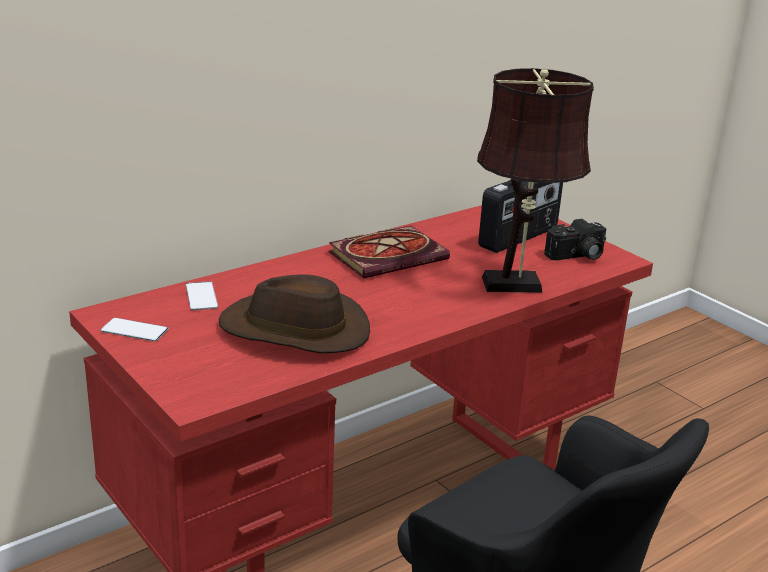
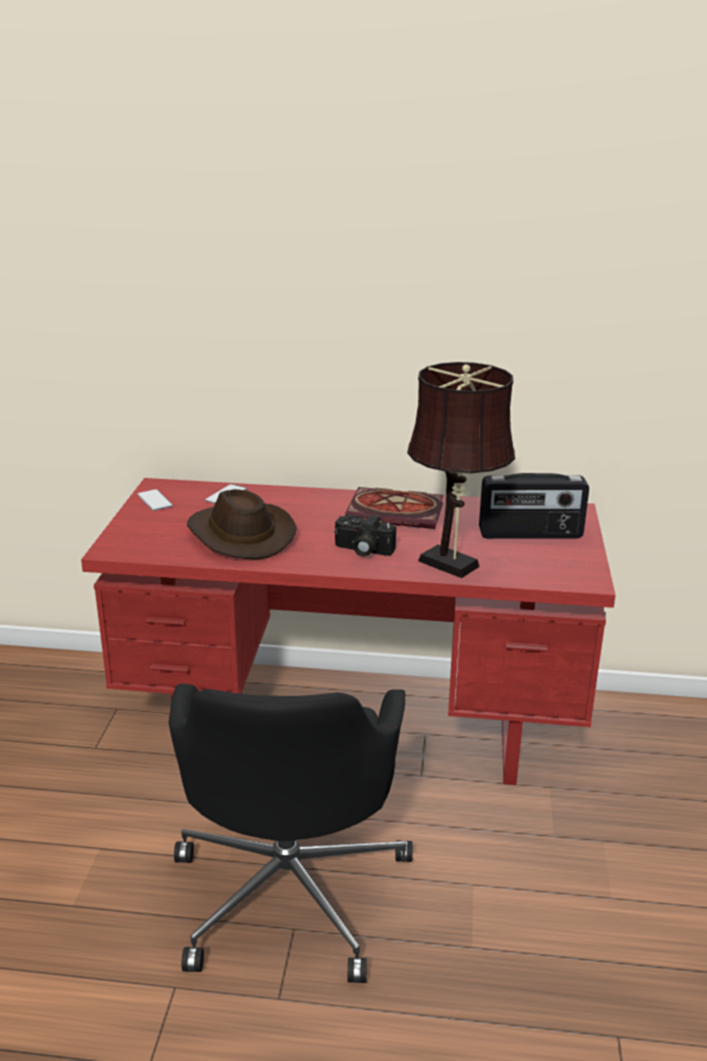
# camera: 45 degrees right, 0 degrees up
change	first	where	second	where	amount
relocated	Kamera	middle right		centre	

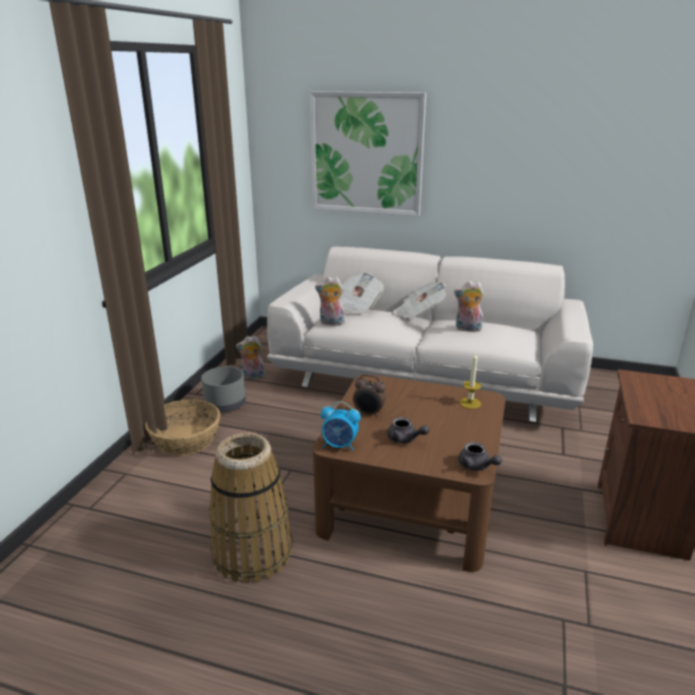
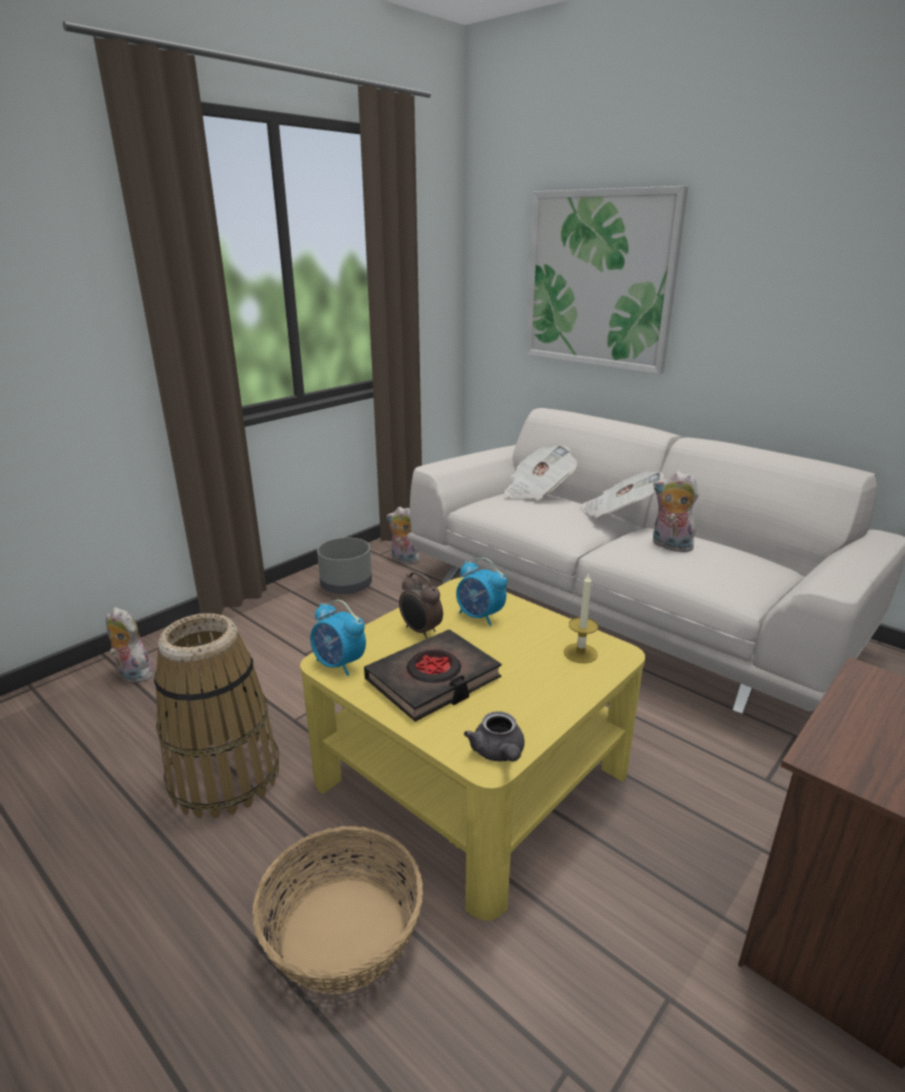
# camera: 25 degrees right, 0 degrees up
change	first	where	second	where	amount
relocated	Plüschtier (no. 2 from left in the first image)	centre	Plüschtier (no. 1 from left)	middle left	
colour	Couchtisch/braun	bottom centre	Couchtisch/gelb	bottom centre	
relocated	Korb (no. 1 from left in the first image)	middle left	Korb (no. 2 from left)	bottom centre	
exchanged	Teekanne/grau (no. 1 from left)	centre	Buch/schwarz	centre	
appeared			Wecker (no. 3 from left)	centre	

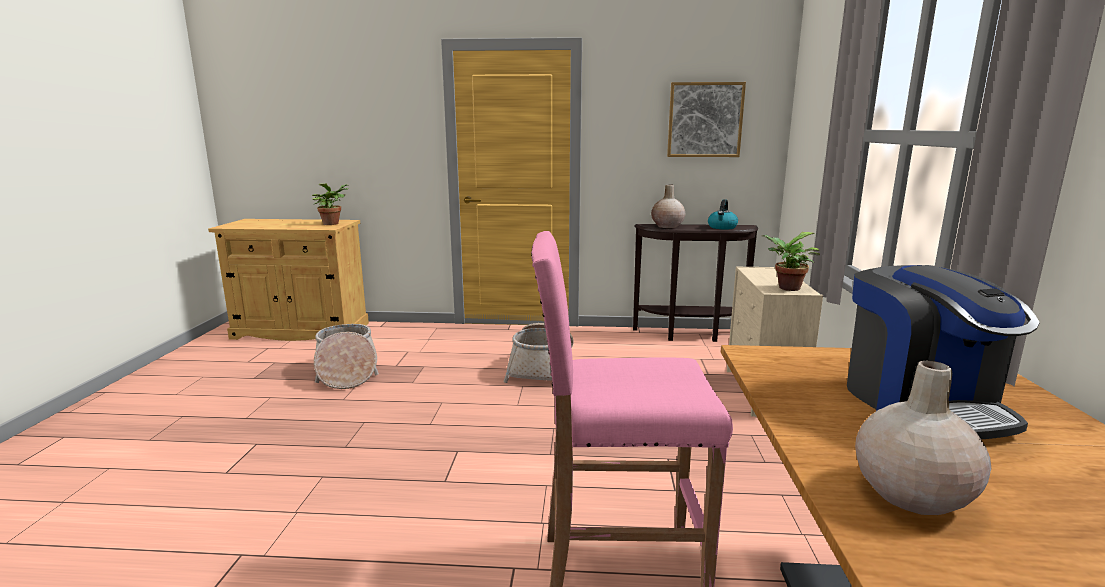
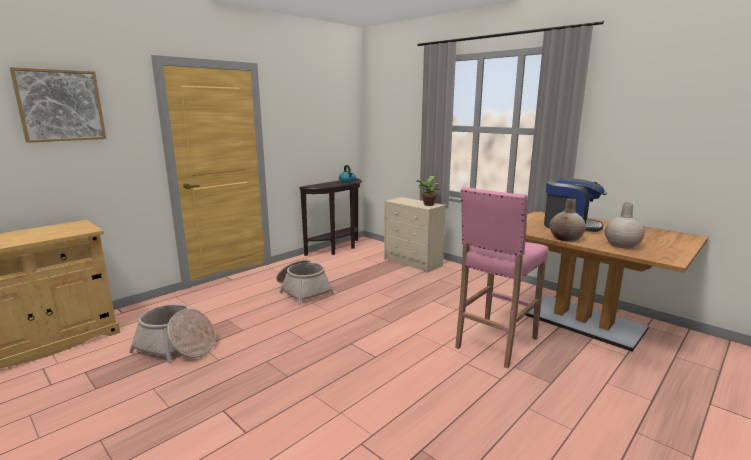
# camera: 50 degrees left, 0 degrees up
change	first	where	second	where	amount
relocated	Bild	top centre		top left	
missing	Topfpflanze (no. 1 from left)	middle left			
relocated	Vase/beige (no. 1 from left)	centre		middle right	

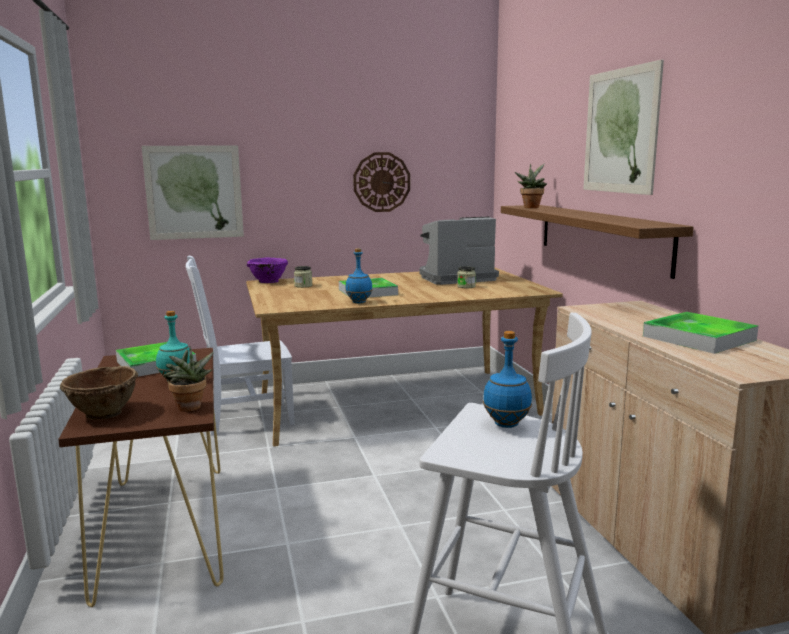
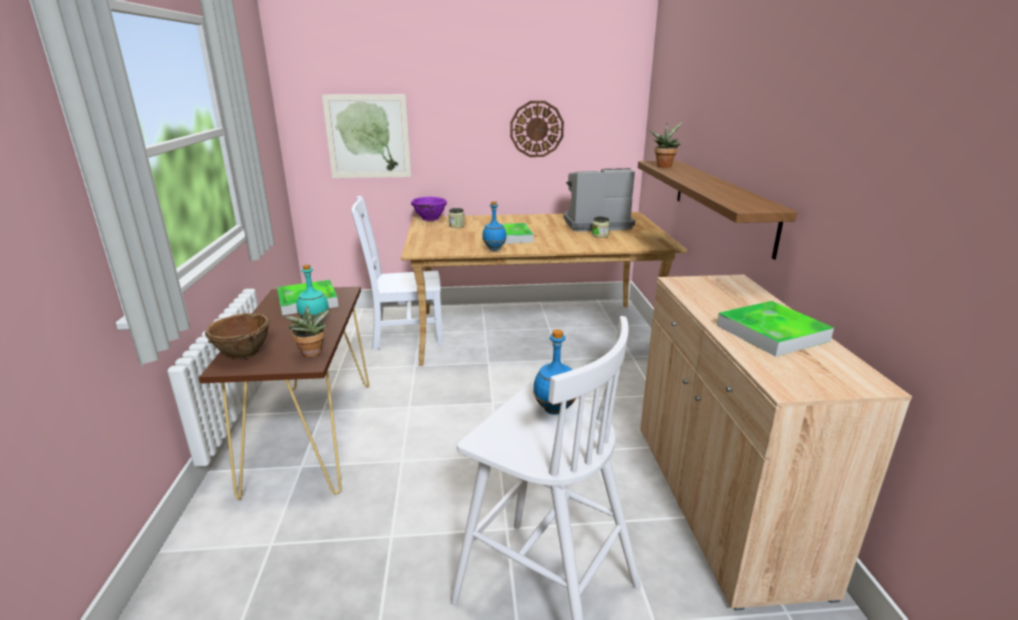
# camera: 10 degrees right, 10 degrees up
change	first	where	second	where	amount
missing	Bild (no. 2 from left)	top right			

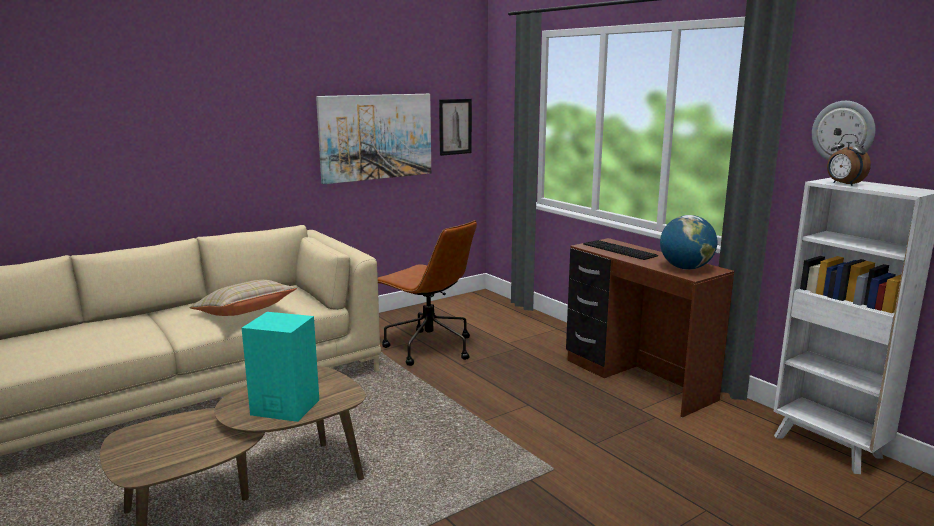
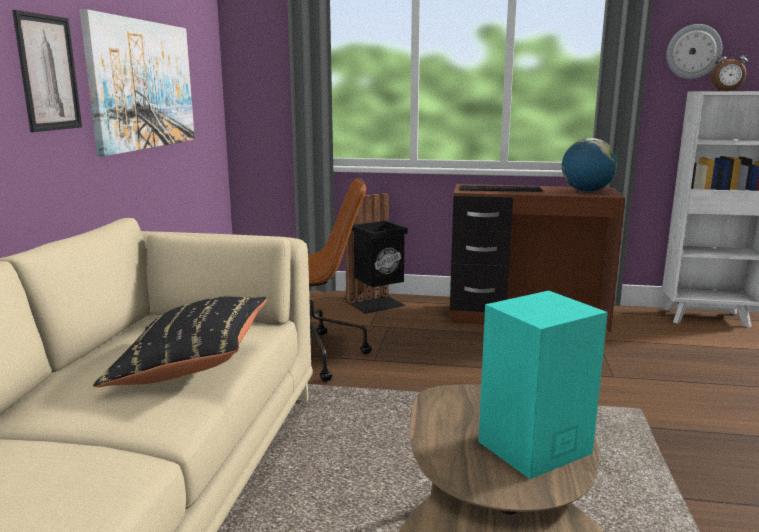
# camera: 45 degrees left, 0 degrees up
change	first	where	second	where	amount
relocated	Bild (no. 2 from left in the first image)	top centre	Bild (no. 1 from left)	top left	
colour	Kissen/beige	middle left	Kissen/schwarz	middle left	
appeared			Mülleimer/schwarz	centre	

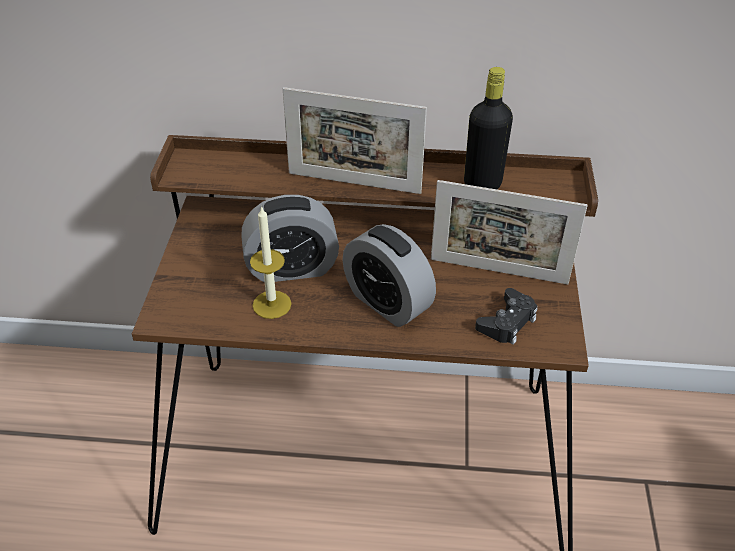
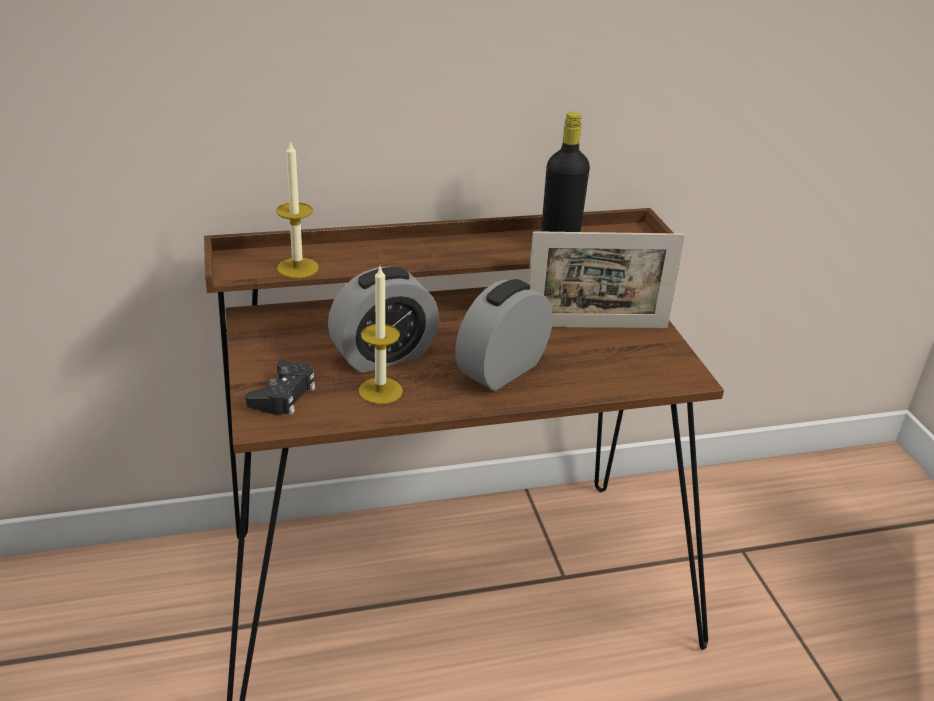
# camera: 20 degrees left, 10 degrees down
change	first	where	second	where	amount
missing	Bilderrahmen (no. 1 from left)	top centre			
spun	Wecker (no. 2 from left)	centre		centre	105 degrees clockwise
relocated	Gamepad/schwarz	middle right		middle left	
appeared			Kerze (no. 1 from left)	top left	

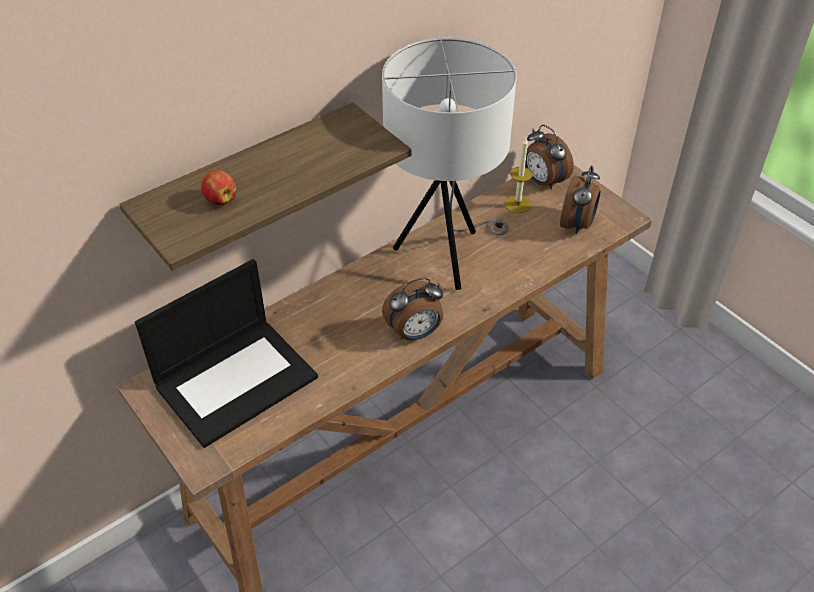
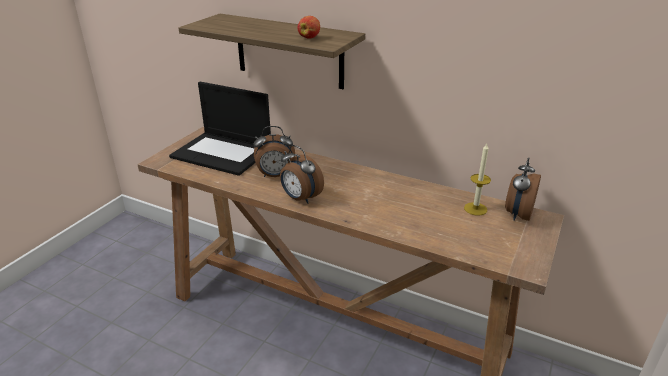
# camera: 65 degrees right, 15 degrees down
change	first	where	second	where	amount
missing	Tischlampe/weiß	top centre			
relocated	Wecker (no. 3 from left in the first image)	middle right	Wecker (no. 1 from left)	centre	
relocated	Apfel	top left		top centre	

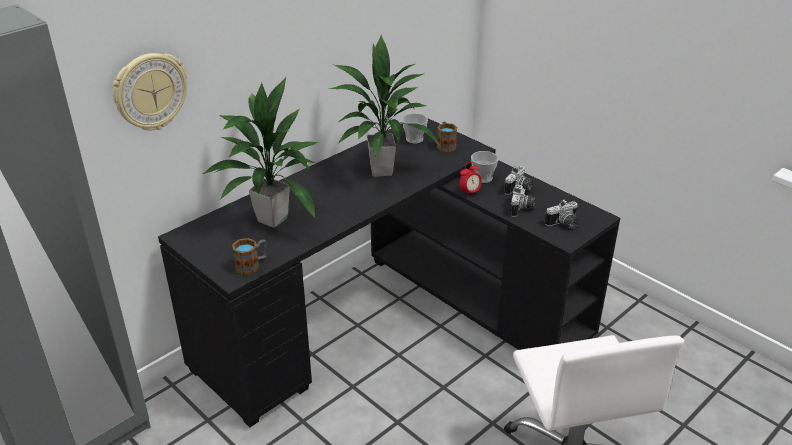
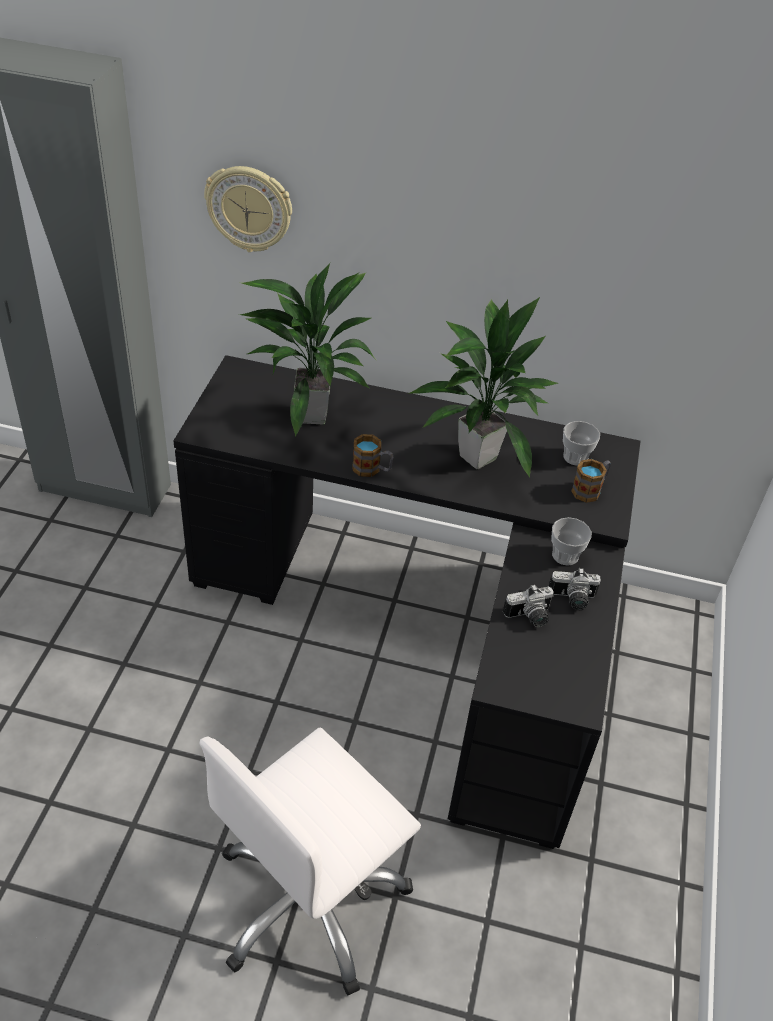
# camera: 55 degrees right, 10 degrees up
change	first	where	second	where	amount
missing	Wecker	centre			
missing	Kamera (no. 3 from left)	middle right			
relocated	Henkelbecher (no. 1 from left)	middle left		centre	

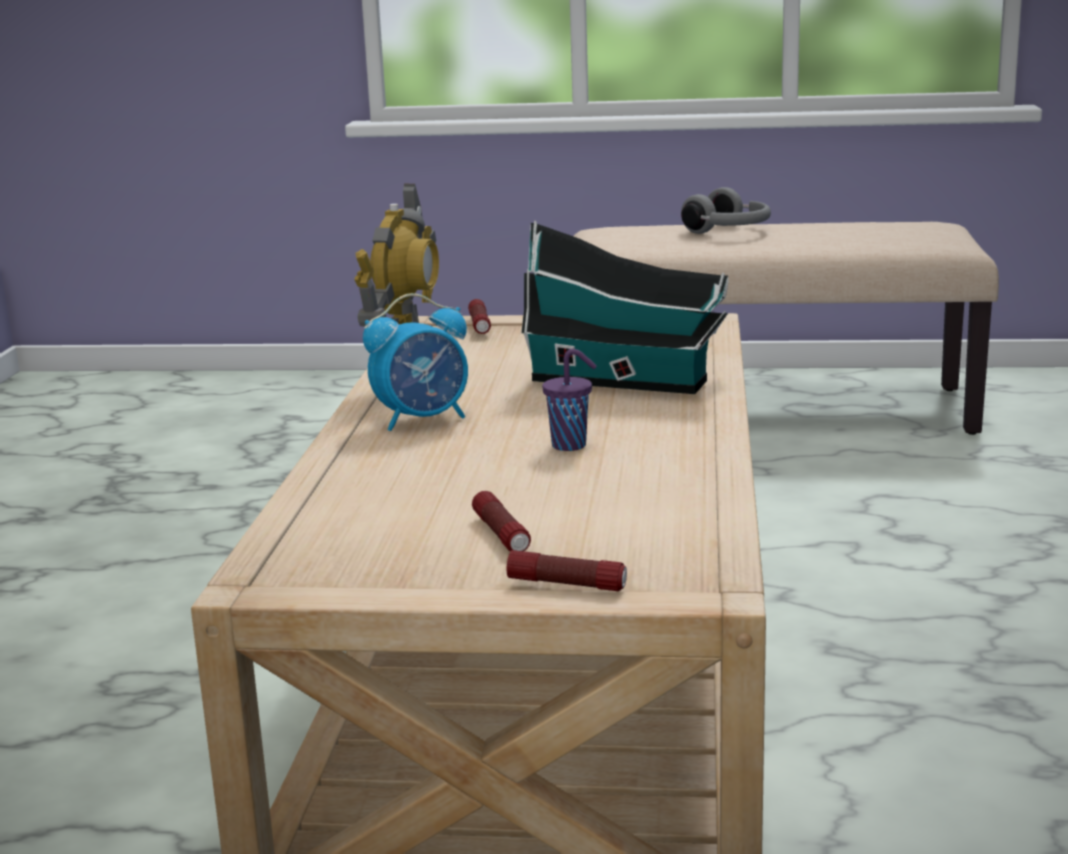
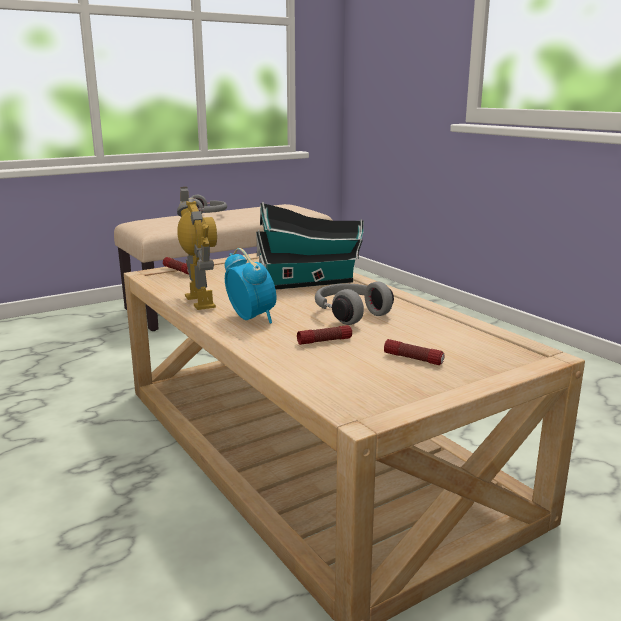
# camera: 40 degrees left, 0 degrees up
change	first	where	second	where	amount
spun	Wecker	centre		centre	60 degrees counterclockwise
exchanged	Tasse/lila	centre	Kopfhörer/grau (no. 2 from left)	centre	
relocated	Taschenlampe (no. 3 from left in the first image)	bottom centre	Taschenlampe (no. 2 from left)	centre	

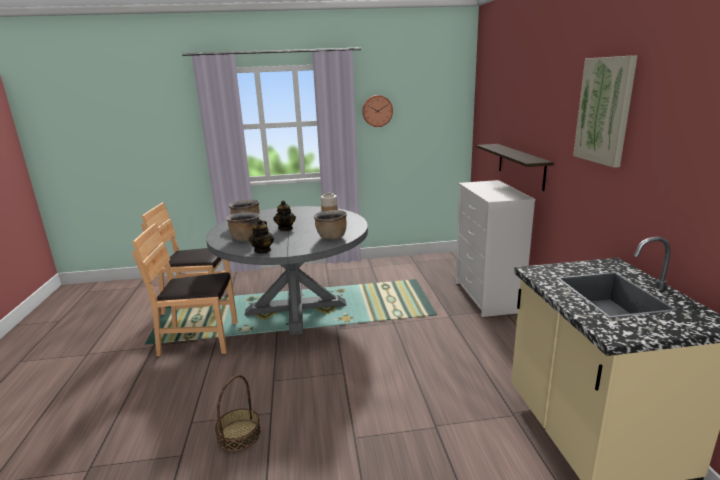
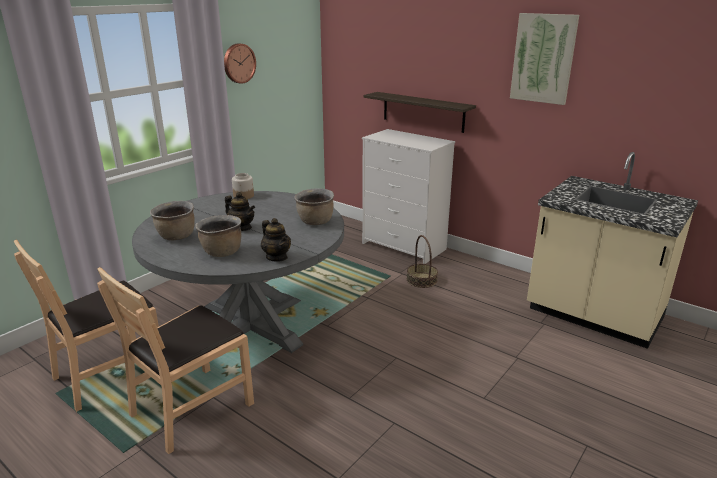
# camera: 45 degrees left, 5 degrees up
change	first	where	second	where	amount
relocated	Korb	bottom left		centre	

